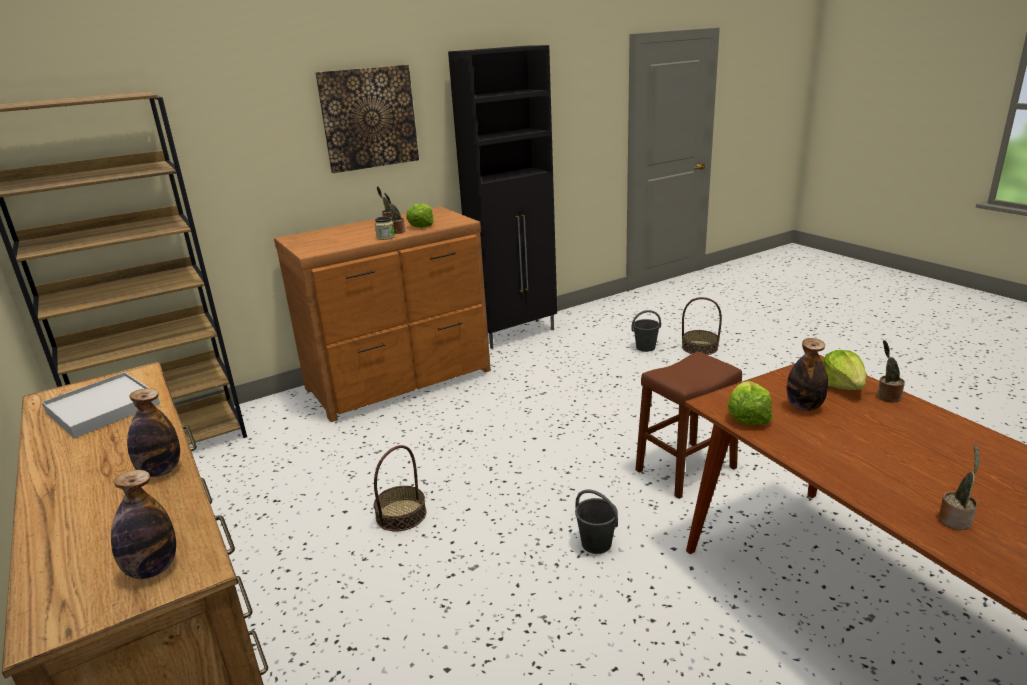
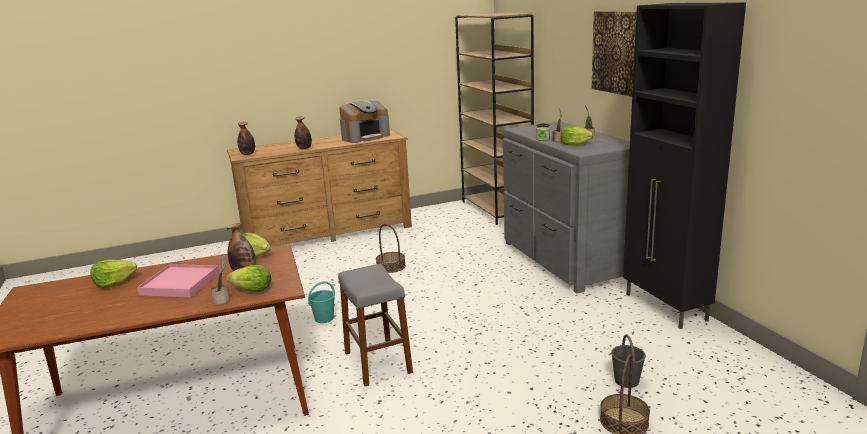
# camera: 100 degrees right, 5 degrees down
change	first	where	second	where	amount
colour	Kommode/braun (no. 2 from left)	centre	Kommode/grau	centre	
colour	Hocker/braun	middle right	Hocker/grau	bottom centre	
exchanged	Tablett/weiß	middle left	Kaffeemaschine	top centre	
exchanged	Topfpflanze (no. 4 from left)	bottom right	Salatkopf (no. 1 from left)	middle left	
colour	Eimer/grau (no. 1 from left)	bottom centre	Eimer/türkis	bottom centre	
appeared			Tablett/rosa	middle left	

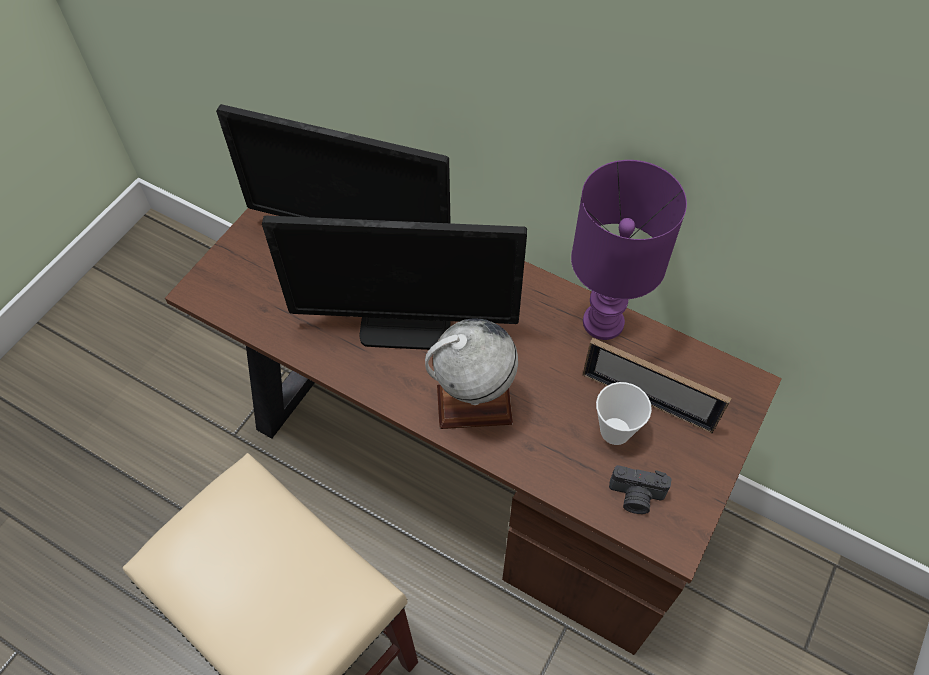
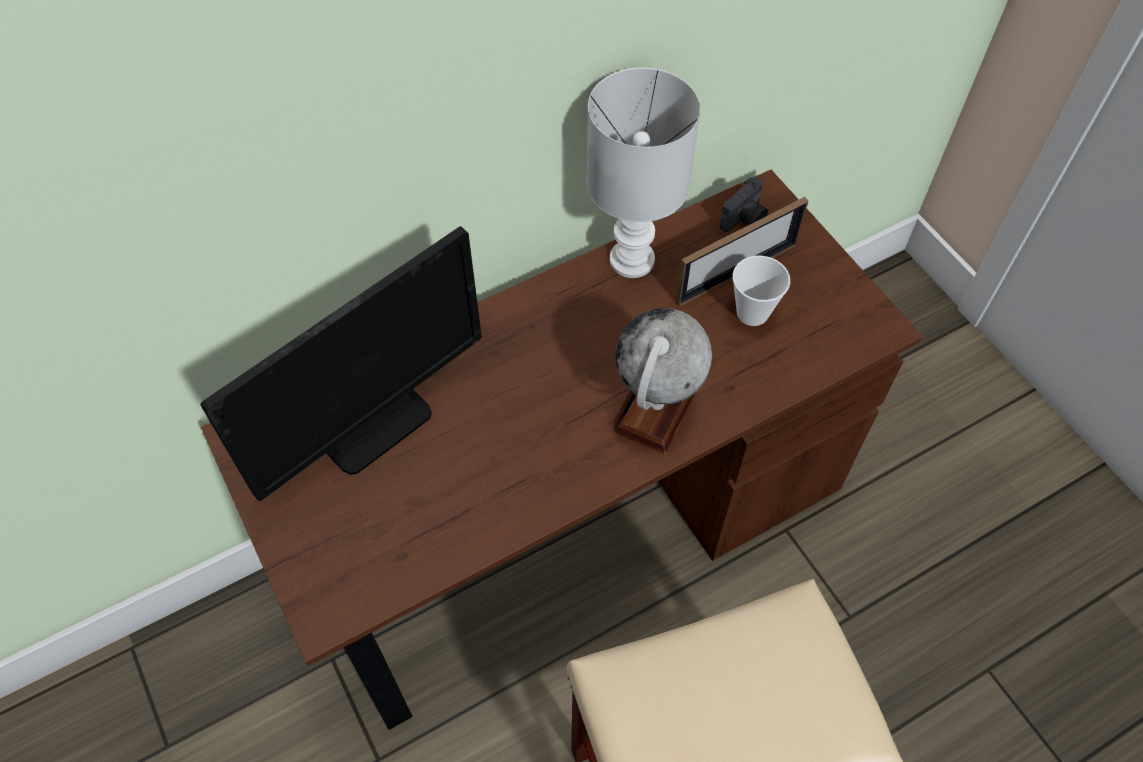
# camera: 60 degrees left, 0 degrees up
change	first	where	second	where	amount
colour	Tischlampe/lila	middle right	Tischlampe/weiß	top centre	
missing	Monitor (no. 2 from left)	centre			
relocated	Kamera	bottom right		top centre	

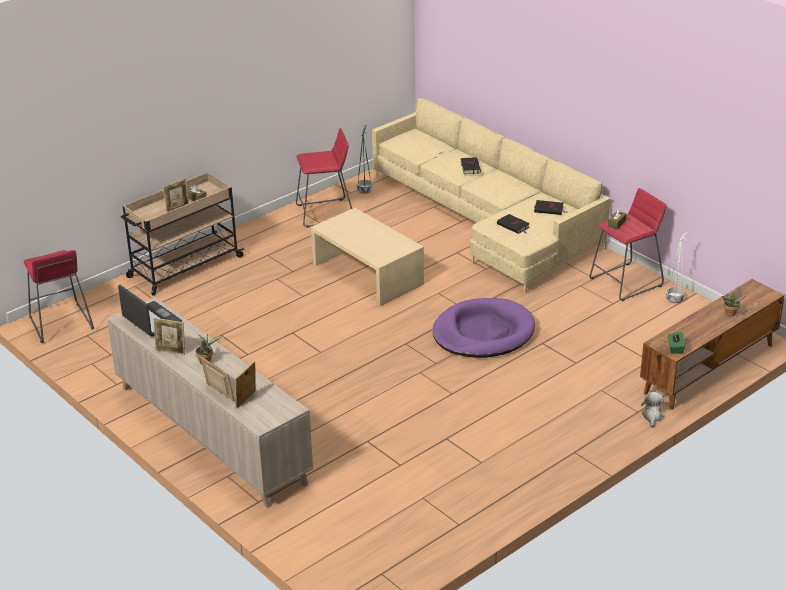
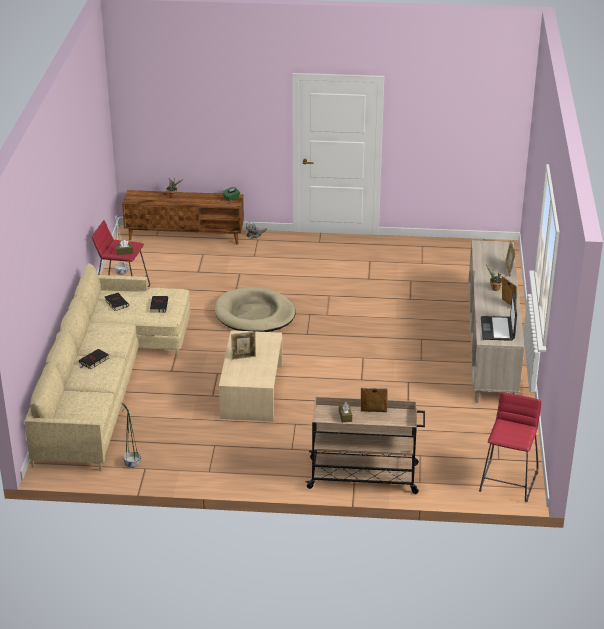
# camera: 135 degrees left, 0 degrees up
change	first	where	second	where	amount
missing	Hocker/rot (no. 2 from left)	top centre			
colour	Hundebett/lila	centre	Hundebett/beige	centre	
relocated	Bilderrahmen (no. 4 from left in the first image)	middle left	Bilderrahmen (no. 1 from left)	centre	

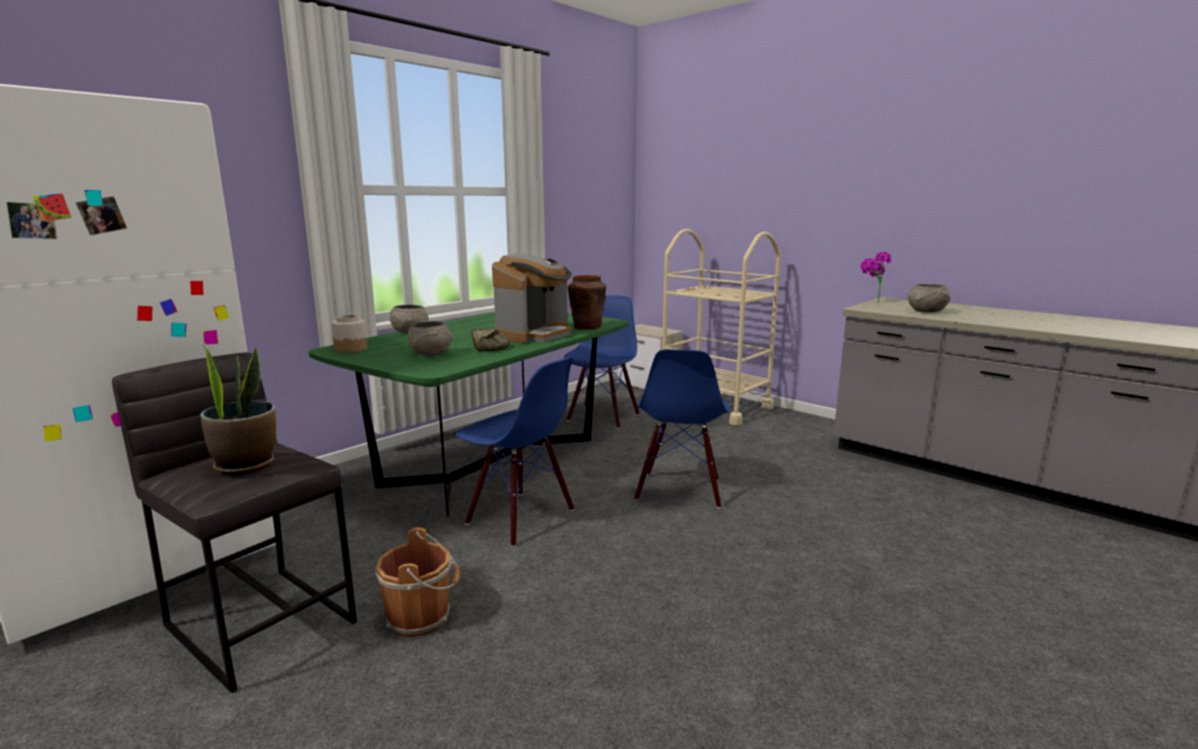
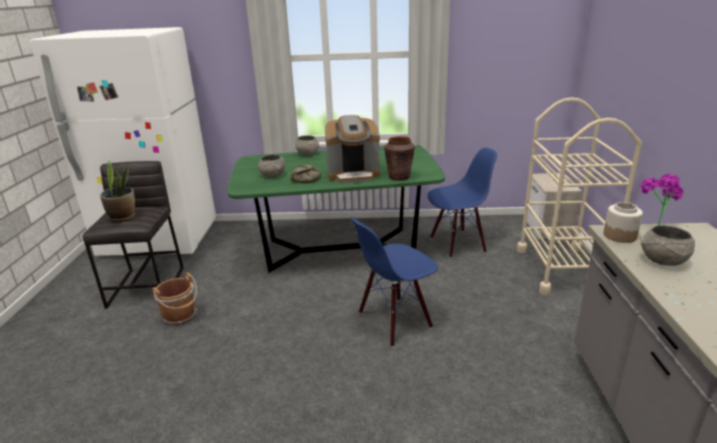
# camera: 50 degrees right, 10 degrees up
change	first	where	second	where	amount
relocated	Vorratsglas	middle left		middle right	
missing	Stuhl/blau (no. 1 from left)	centre			

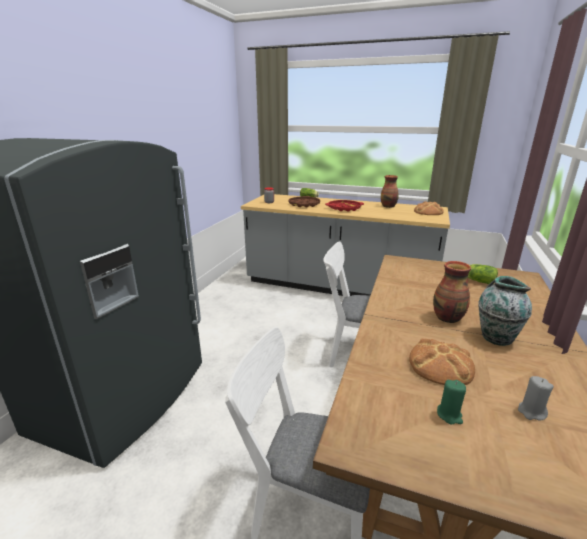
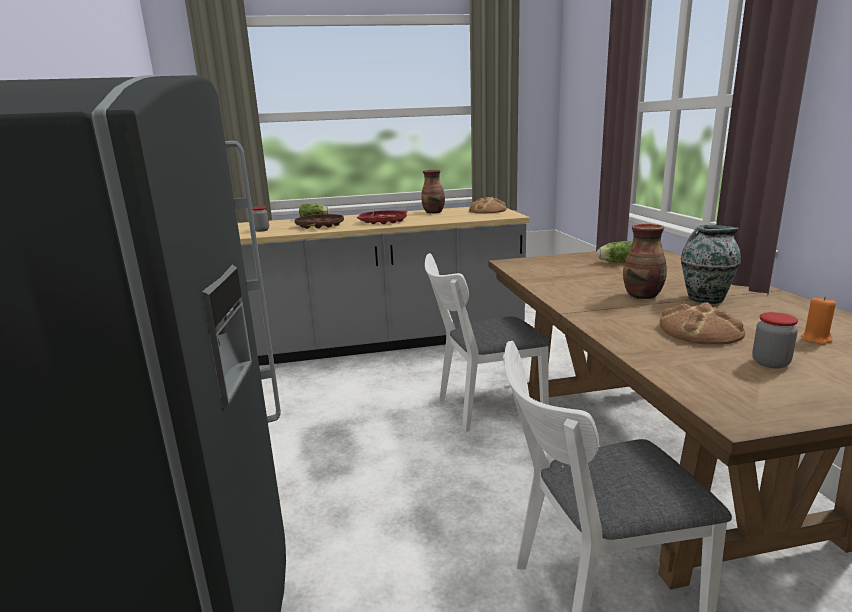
# camera: 30 degrees left, 5 degrees down
change	first	where	second	where	amount
colour	Kerze/grau	bottom right	Kerze/orange	middle right	
exchanged	Kerze/grün	bottom right	Vorratsglas (no. 2 from left)	middle right	

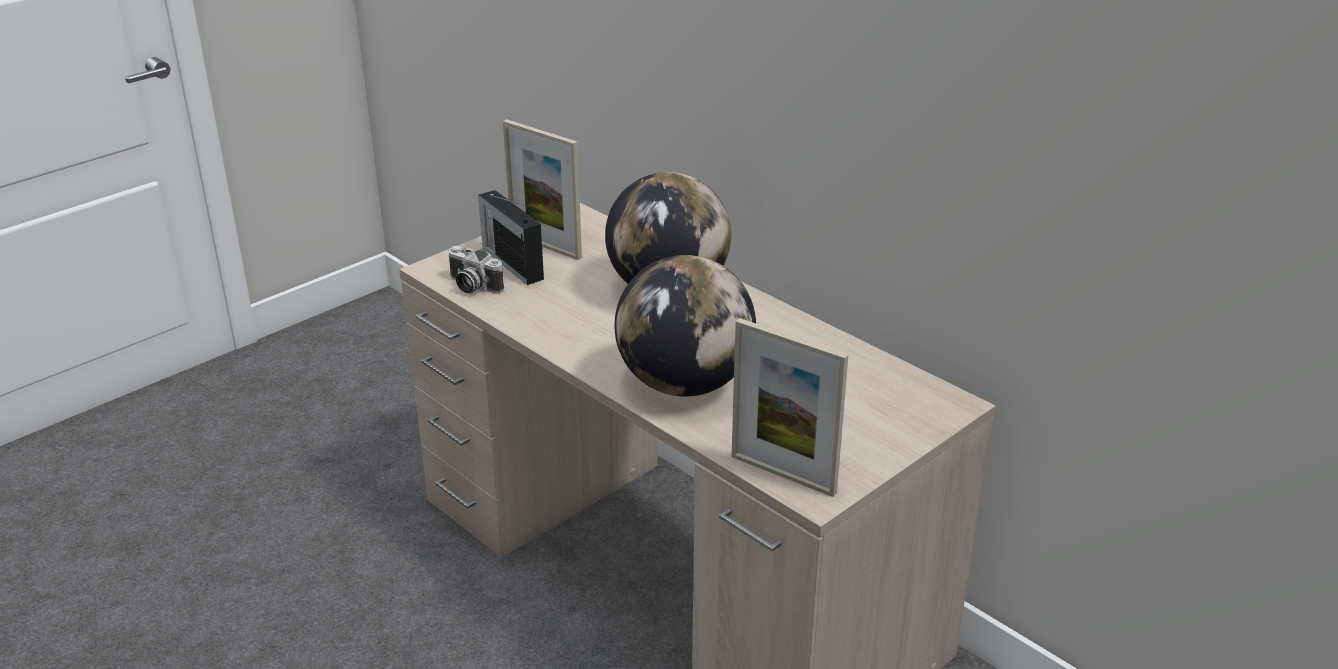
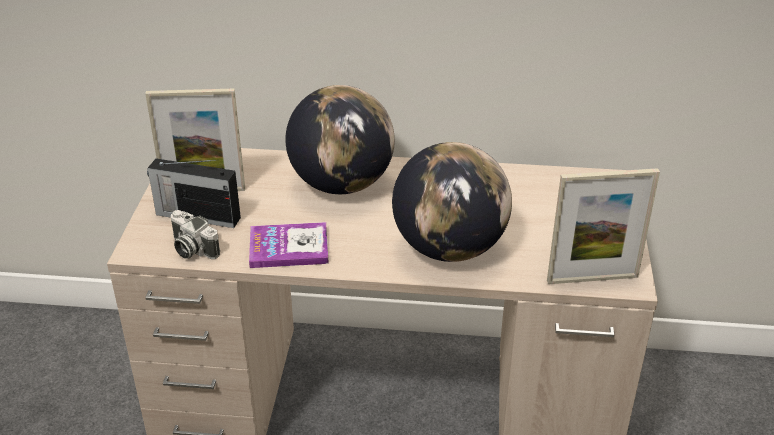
# camera: 40 degrees left, 5 degrees up
change	first	where	second	where	amount
spun	Kamera	centre		middle left	45 degrees clockwise
appeared			Buch	centre	

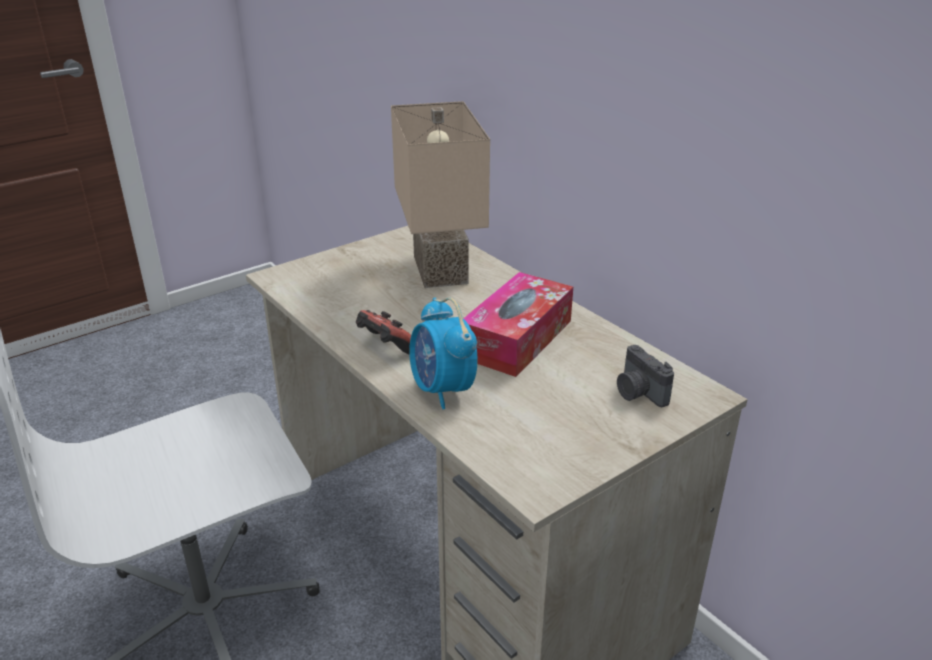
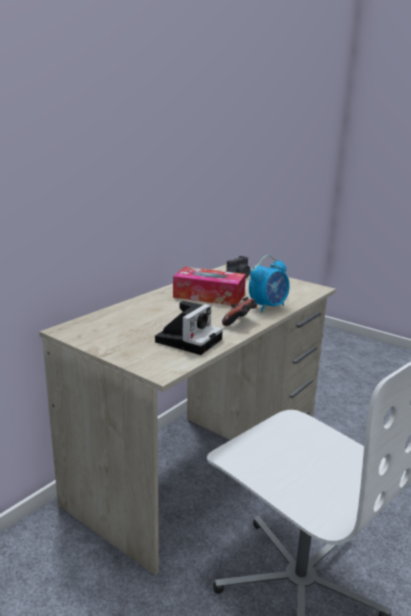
# camera: 105 degrees left, 10 degrees down
change	first	where	second	where	amount
missing	Tischlampe/beige	top centre			
appeared			Kamera (no. 1 from left)	centre	

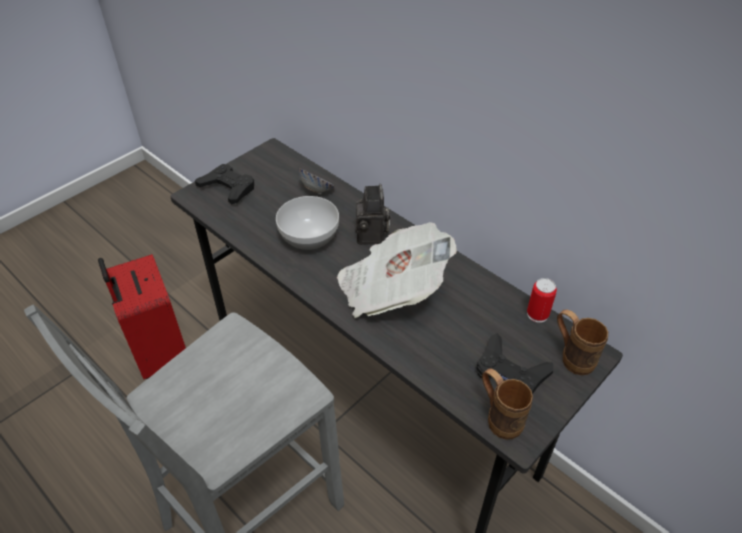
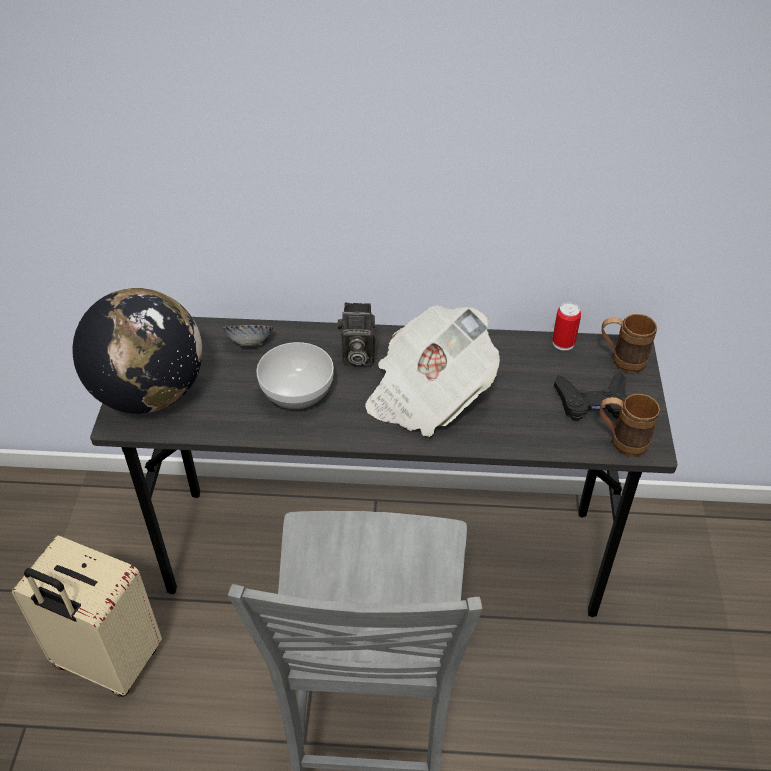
# camera: 40 degrees left, 0 degrees up
change	first	where	second	where	amount
exchanged	Gamepad/schwarz (no. 1 from left)	middle left	Globus	middle left	
spun	Kamera	centre		centre	135 degrees clockwise
colour	Koffer/rot	middle left	Koffer/beige	bottom left	

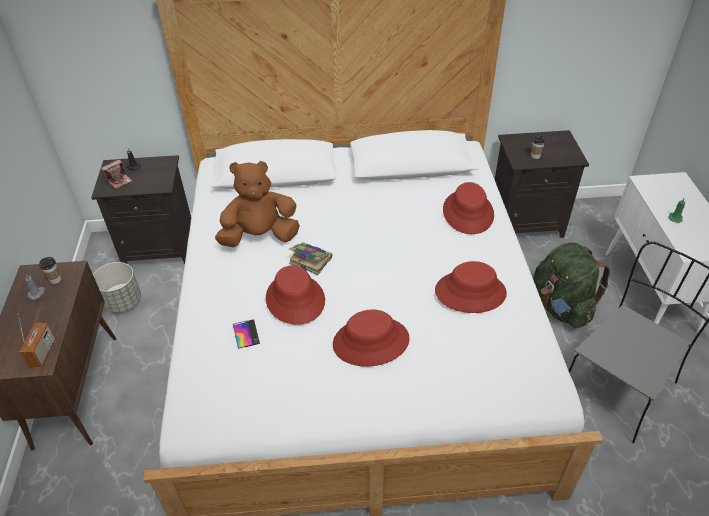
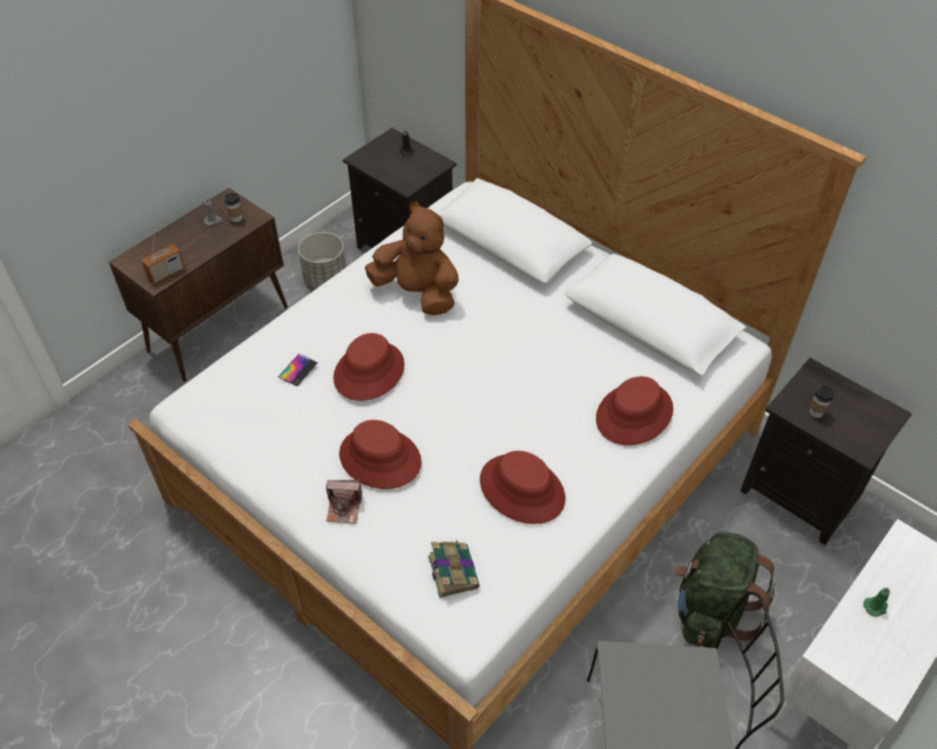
# camera: 45 degrees right, 5 degrees up
change	first	where	second	where	amount
relocated	Kamera	middle left		bottom centre	
relocated	Buch	centre		bottom centre	

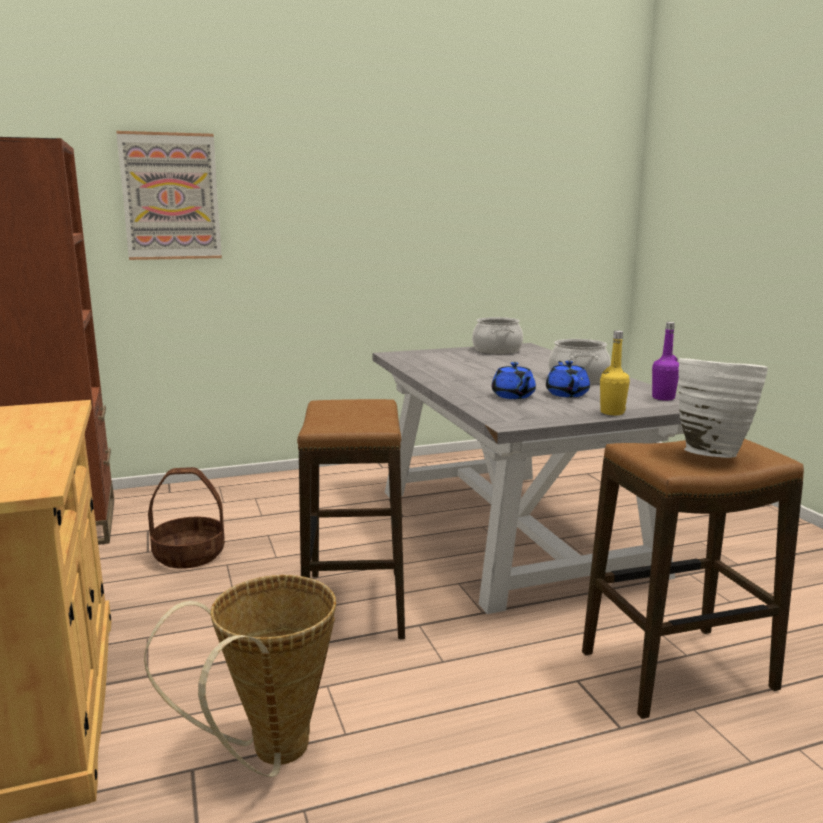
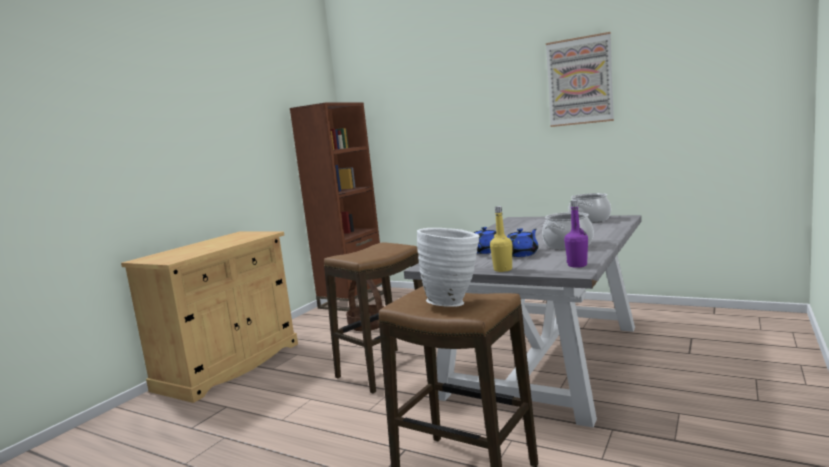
# camera: 50 degrees right, 5 degrees down
change	first	where	second	where	amount
relocated	Bild	top left		top right	
missing	Korb (no. 2 from left)	bottom left			

